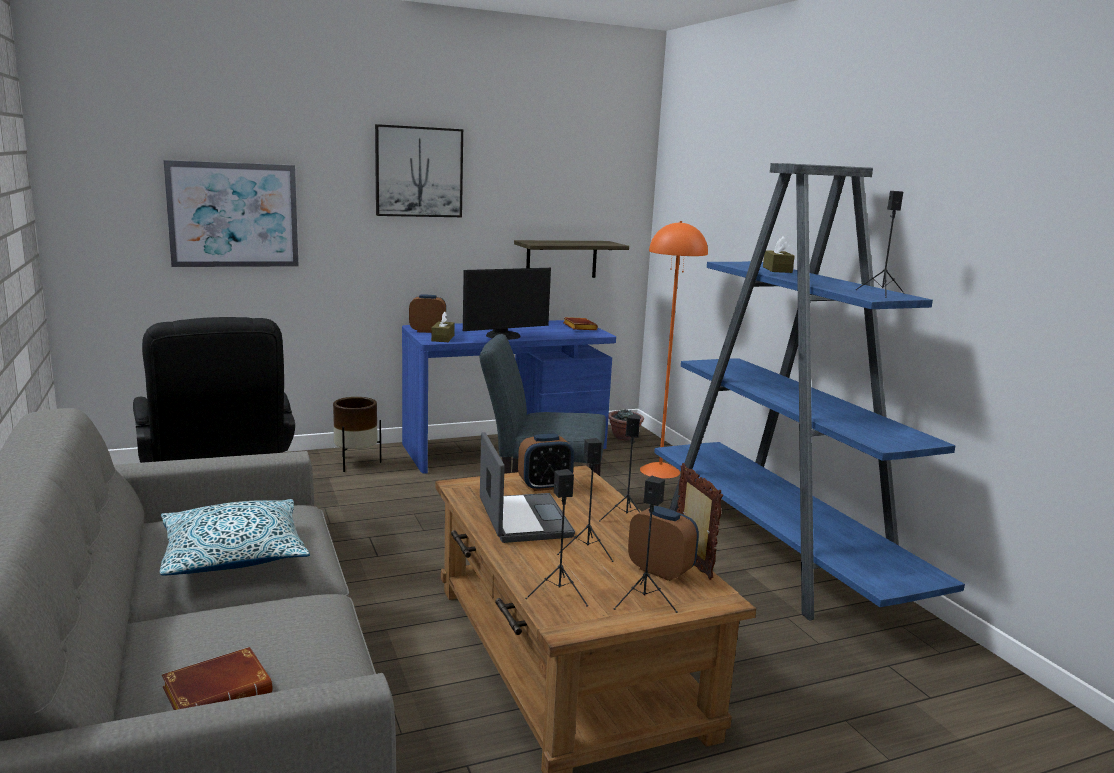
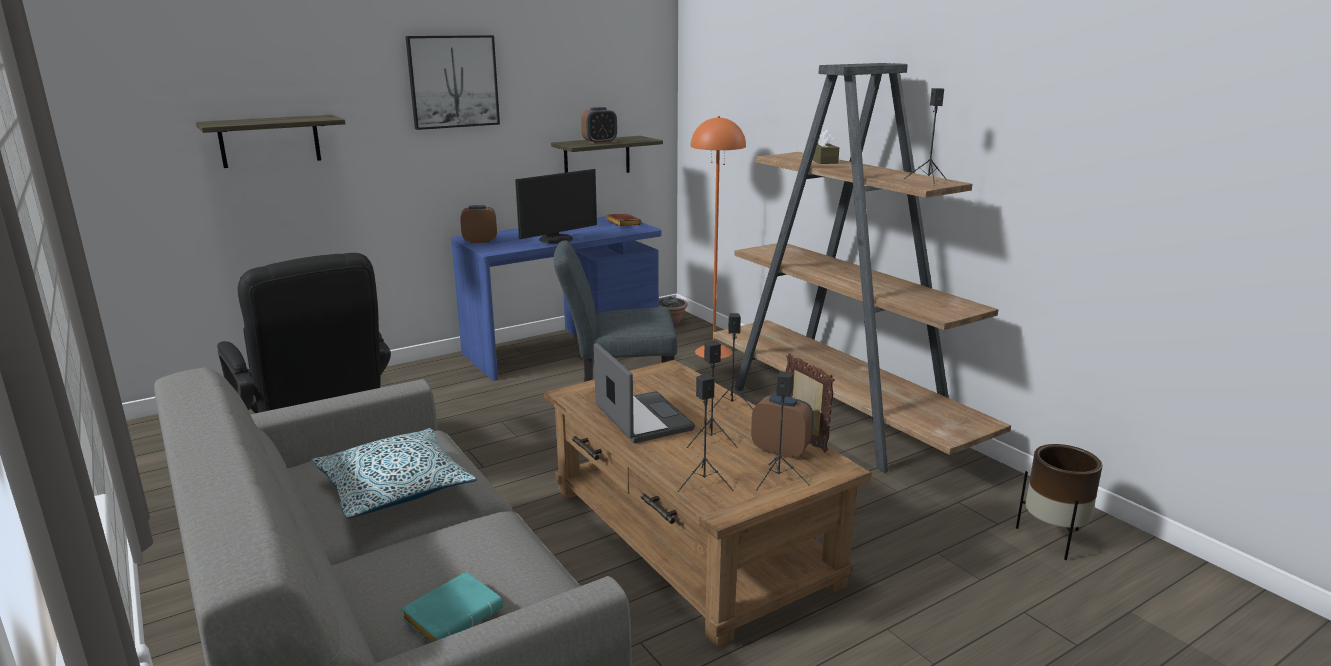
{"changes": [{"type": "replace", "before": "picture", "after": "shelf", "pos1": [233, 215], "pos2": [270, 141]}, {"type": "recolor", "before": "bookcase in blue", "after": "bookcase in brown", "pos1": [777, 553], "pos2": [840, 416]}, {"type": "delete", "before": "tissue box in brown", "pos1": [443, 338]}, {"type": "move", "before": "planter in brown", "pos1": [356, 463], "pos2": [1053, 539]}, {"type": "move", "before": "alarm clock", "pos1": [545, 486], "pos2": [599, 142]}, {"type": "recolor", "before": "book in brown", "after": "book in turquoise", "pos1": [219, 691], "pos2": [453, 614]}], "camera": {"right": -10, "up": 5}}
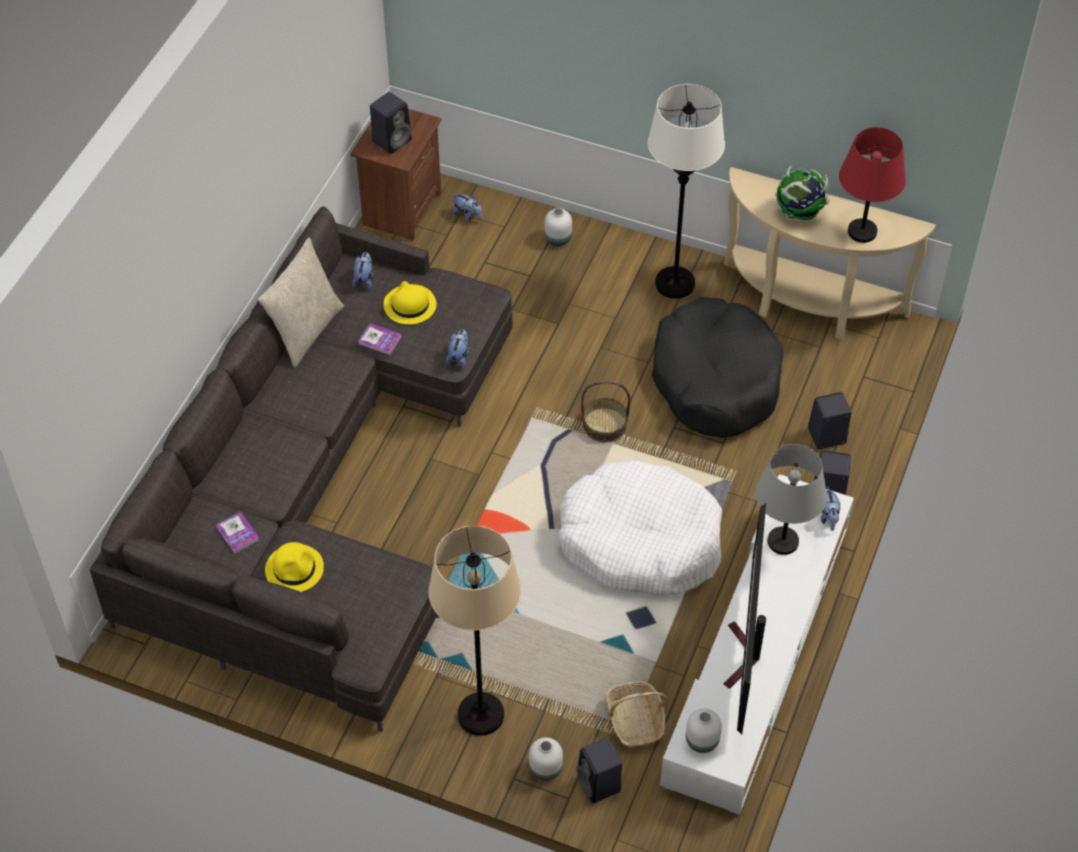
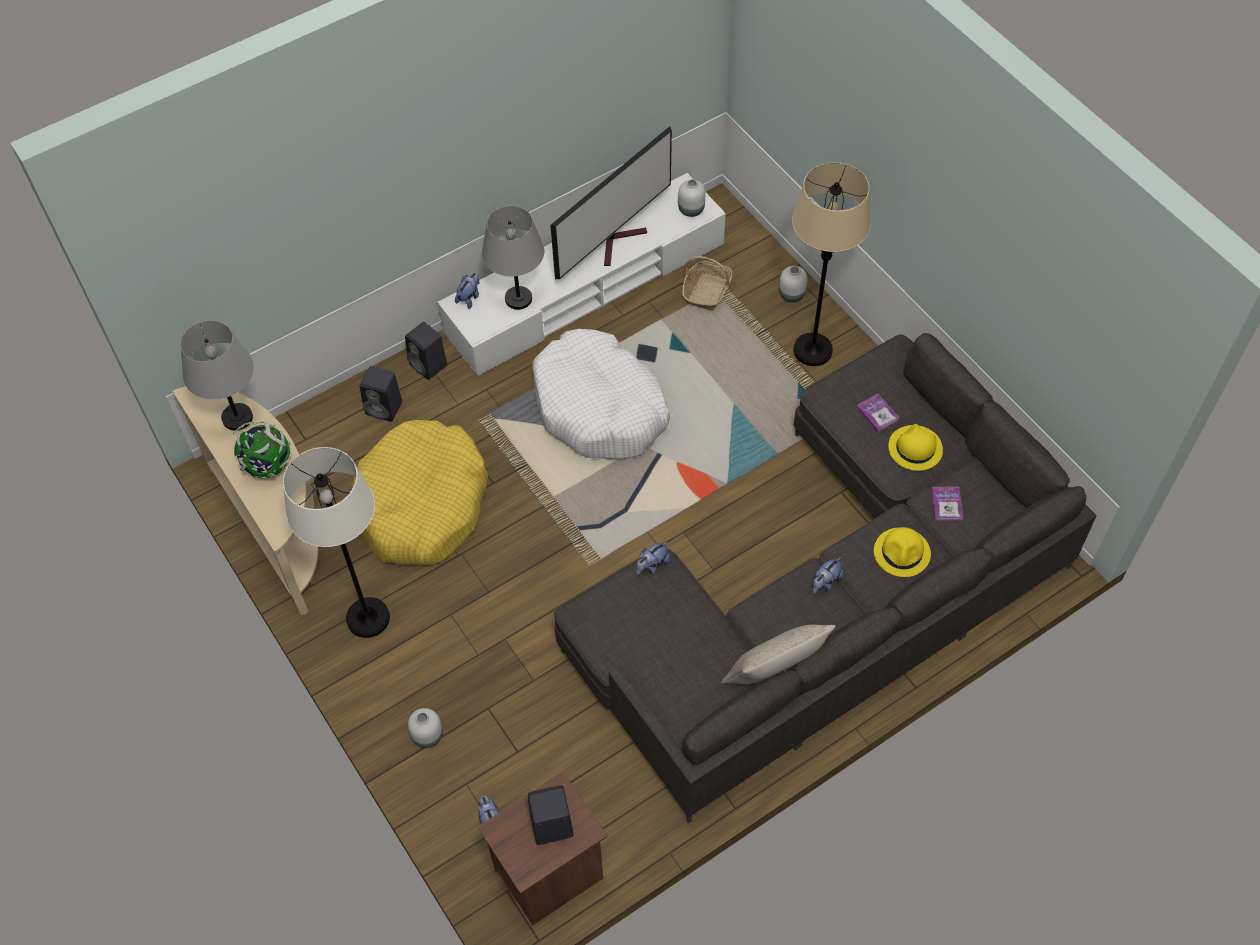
{"changes": [{"type": "recolor", "before": "table lamp in red", "after": "table lamp in grey", "pos1": [861, 232], "pos2": [237, 418]}, {"type": "move", "before": "plush toy", "pos1": [364, 279], "pos2": [825, 583]}, {"type": "move", "before": "hat in yellow", "pos1": [409, 305], "pos2": [902, 553]}, {"type": "recolor", "before": "dog bed in black", "after": "dog bed in yellow", "pos1": [716, 380], "pos2": [422, 504]}, {"type": "move", "before": "book", "pos1": [380, 340], "pos2": [877, 413]}, {"type": "delete", "before": "basket", "pos1": [604, 424]}, {"type": "delete", "before": "speaker in black", "pos1": [600, 785]}], "camera": {"right": -145, "up": 5}}
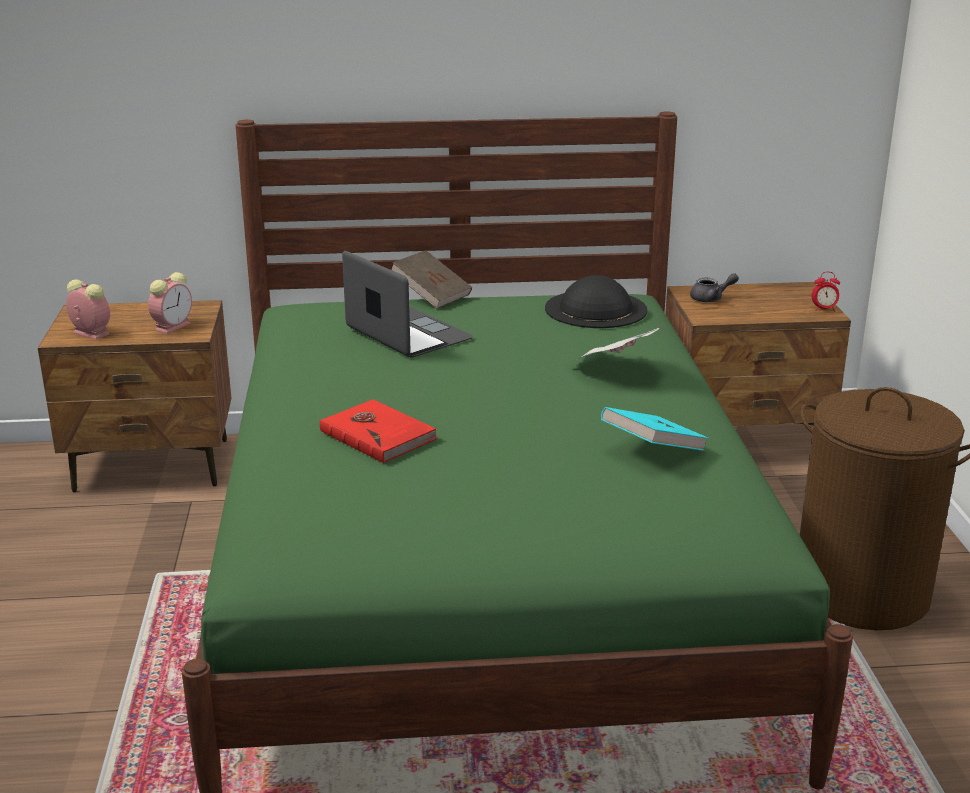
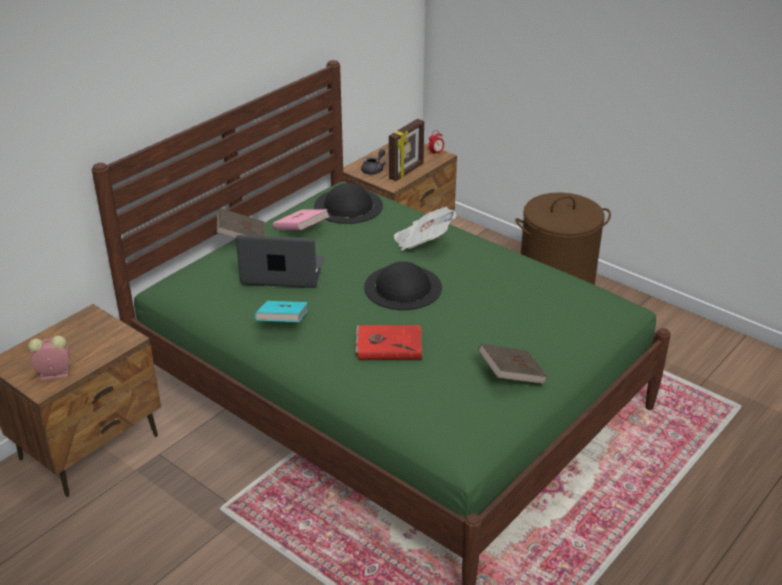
{"changes": [{"type": "delete", "before": "alarm clock", "pos1": [173, 326]}, {"type": "move", "before": "book in turquoise", "pos1": [652, 450], "pos2": [282, 323]}, {"type": "insert", "after": "picture frame", "pos2": [407, 171]}, {"type": "insert", "after": "book in pink", "pos2": [301, 231]}, {"type": "insert", "after": "hat in black", "pos2": [403, 287]}, {"type": "insert", "after": "book in brown", "pos2": [511, 375]}], "camera": {"right": -45, "up": 10}}
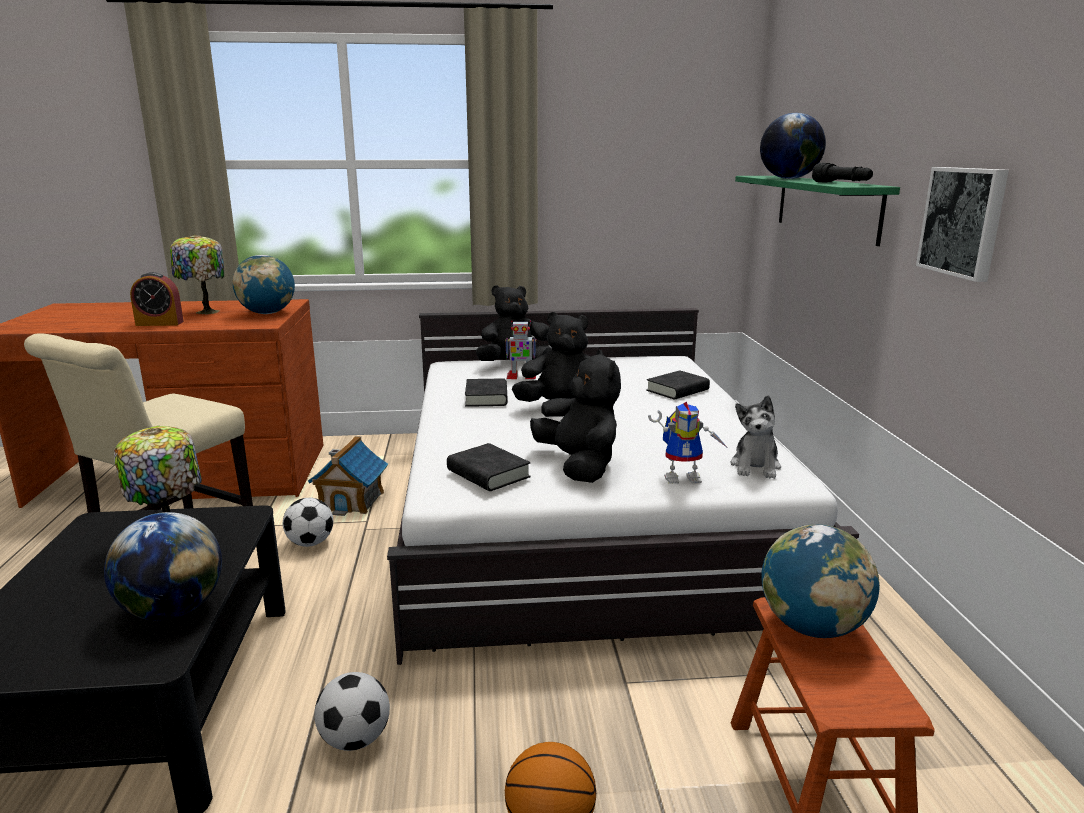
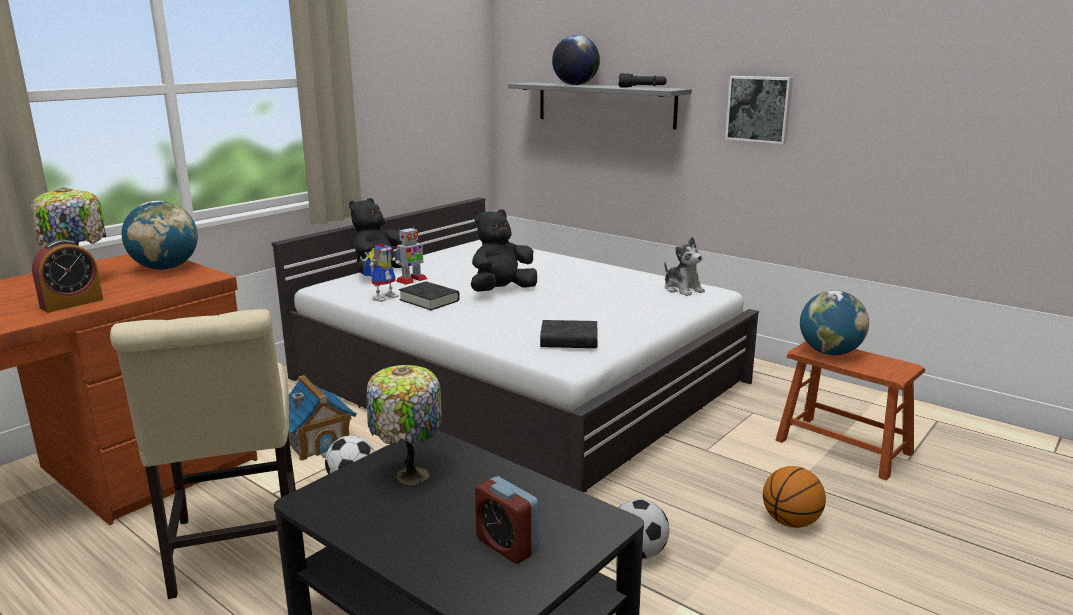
{"changes": [{"type": "recolor", "before": "shelf in green", "after": "shelf in grey", "pos1": [826, 206], "pos2": [605, 104]}, {"type": "delete", "before": "plush toy in black", "pos1": [579, 466]}, {"type": "delete", "before": "book in black", "pos1": [677, 390]}, {"type": "move", "before": "toy robot", "pos1": [684, 477], "pos2": [385, 297]}, {"type": "delete", "before": "globe", "pos1": [173, 611]}, {"type": "insert", "after": "alarm clock", "pos2": [507, 546]}], "camera": {"right": -45, "up": 0}}
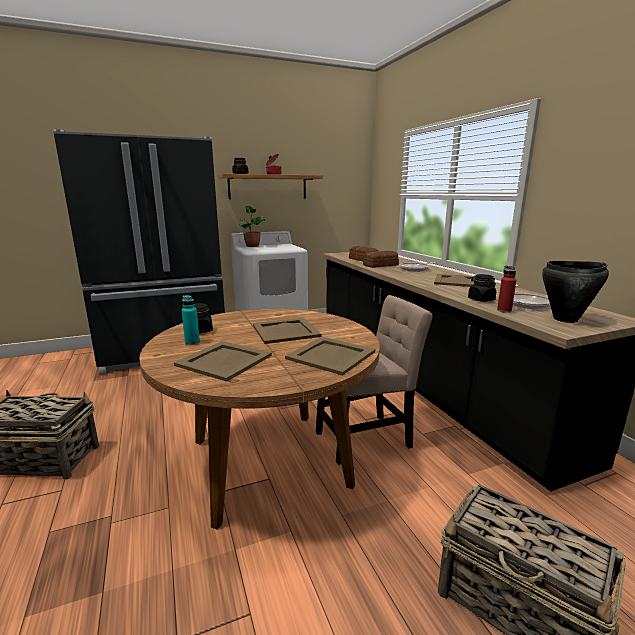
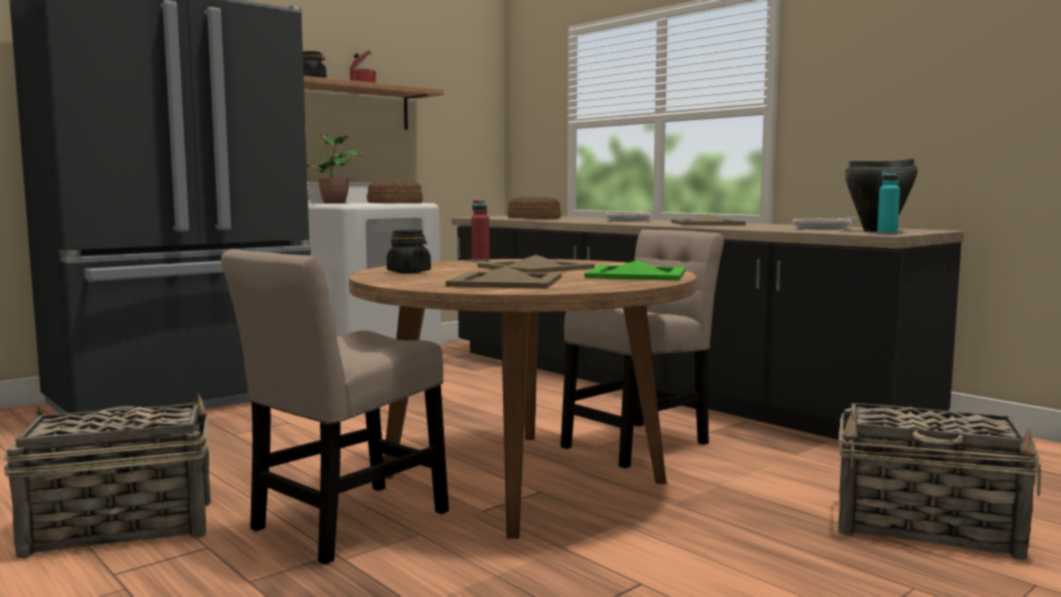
{"changes": [{"type": "move", "before": "bread", "pos1": [381, 265], "pos2": [396, 203]}, {"type": "move", "before": "bottle in red", "pos1": [504, 310], "pos2": [480, 260]}, {"type": "delete", "before": "jar in black", "pos1": [481, 299]}, {"type": "move", "before": "bottle in turquoise", "pos1": [192, 342], "pos2": [887, 234]}, {"type": "recolor", "before": "tray in beige", "after": "tray in green", "pos1": [331, 355], "pos2": [637, 274]}, {"type": "insert", "after": "chair in beige", "pos2": [344, 524]}], "camera": {"right": -20, "up": -10}}
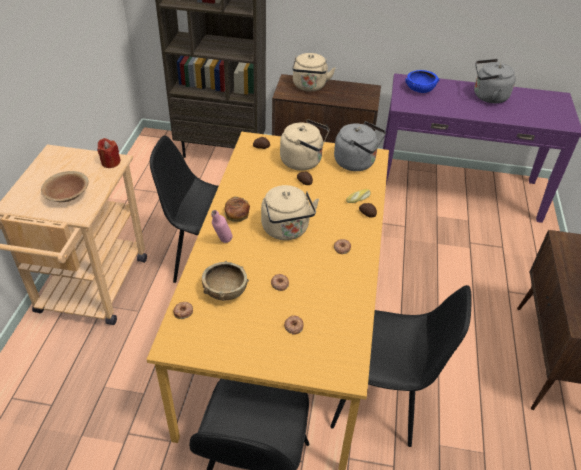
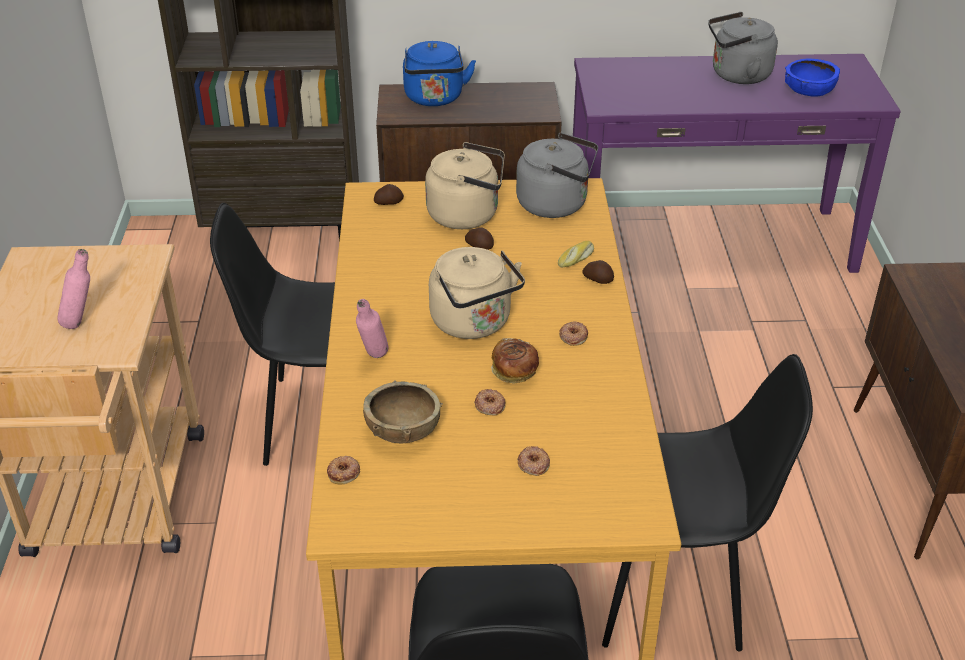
{"changes": [{"type": "recolor", "before": "kettle in beige", "after": "kettle in blue", "pos1": [309, 87], "pos2": [435, 99]}, {"type": "move", "before": "bowl in blue", "pos1": [420, 89], "pos2": [809, 91]}, {"type": "delete", "before": "candle in red", "pos1": [110, 162]}, {"type": "replace", "before": "bowl in brown", "after": "bottle in pink", "pos1": [67, 196], "pos2": [82, 323]}, {"type": "move", "before": "bread", "pos1": [237, 215], "pos2": [514, 372]}], "camera": {"right": -10, "up": -5}}
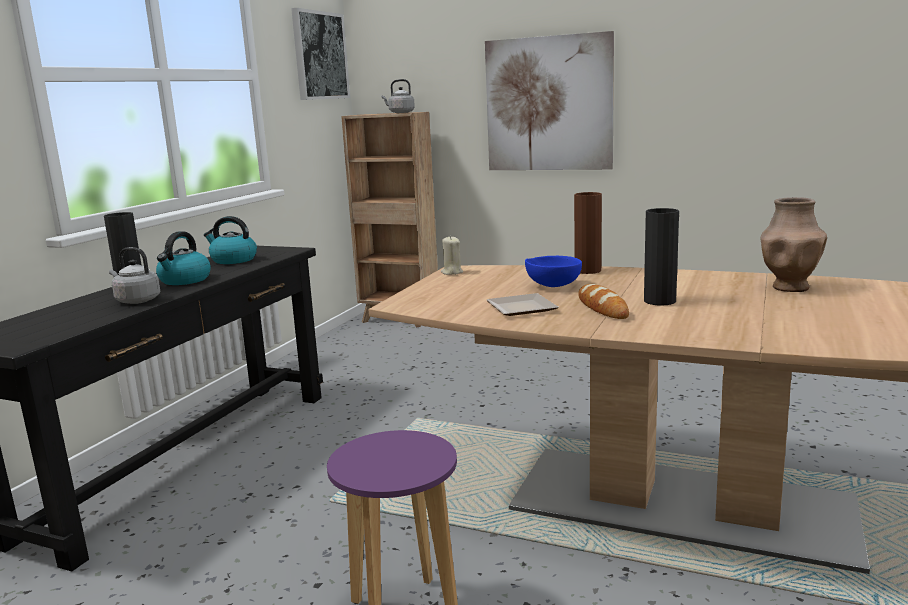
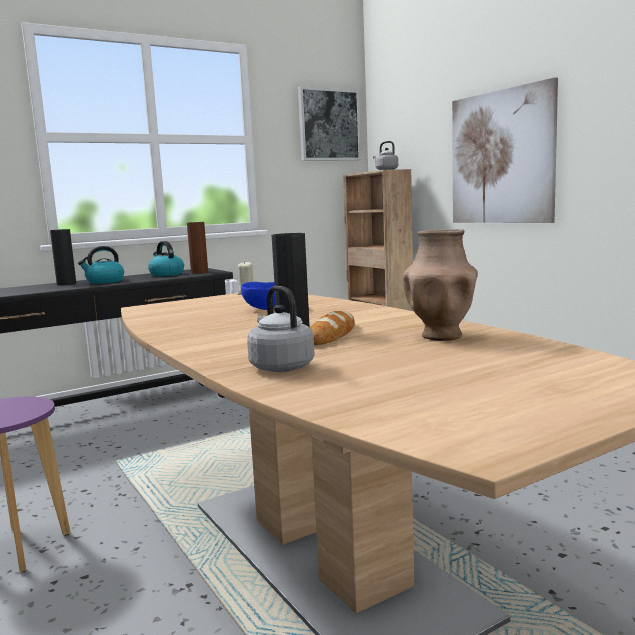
{"changes": [{"type": "move", "before": "vase in brown", "pos1": [587, 270], "pos2": [199, 272]}, {"type": "move", "before": "kettle in grey", "pos1": [136, 300], "pos2": [280, 367]}, {"type": "move", "before": "bread", "pos1": [602, 307], "pos2": [332, 334]}, {"type": "delete", "before": "plate", "pos1": [523, 307]}], "camera": {"right": 35, "up": -5}}
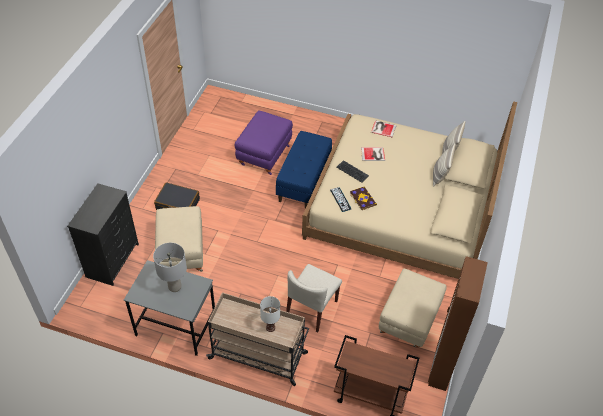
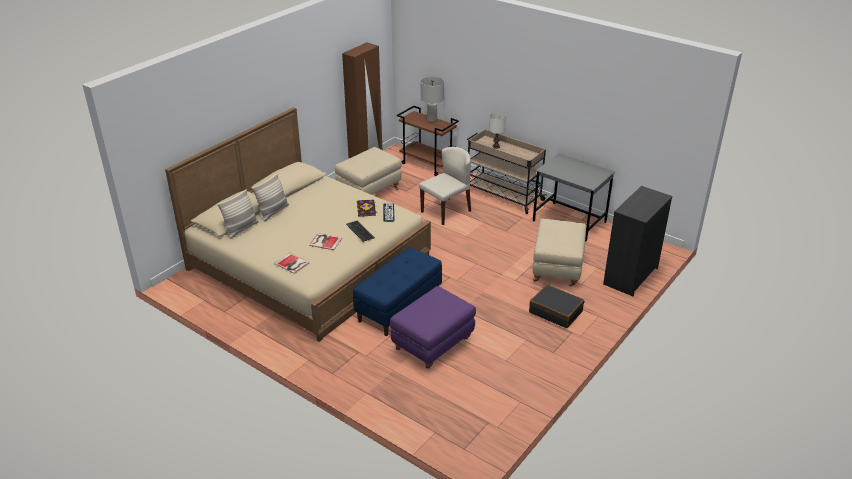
{"changes": [{"type": "move", "before": "table lamp in grey", "pos1": [174, 287], "pos2": [432, 120]}], "camera": {"right": -160, "up": -15}}
